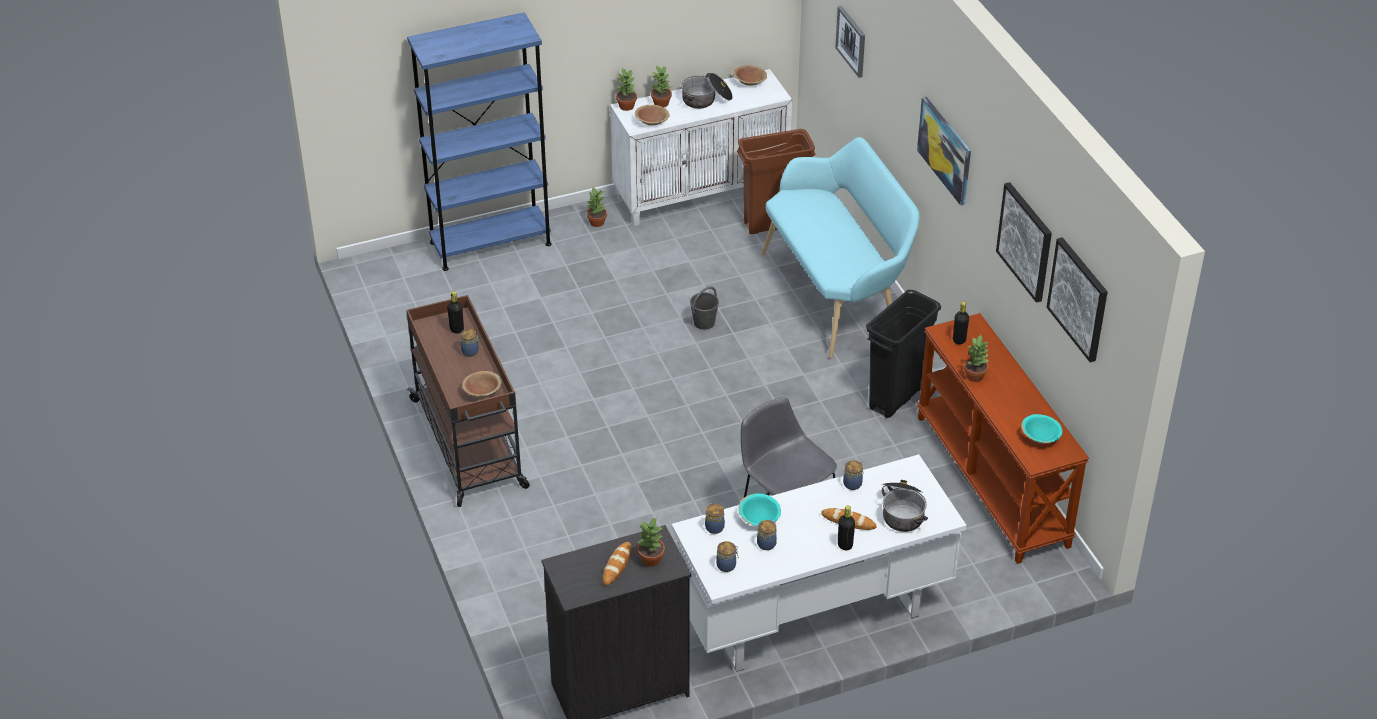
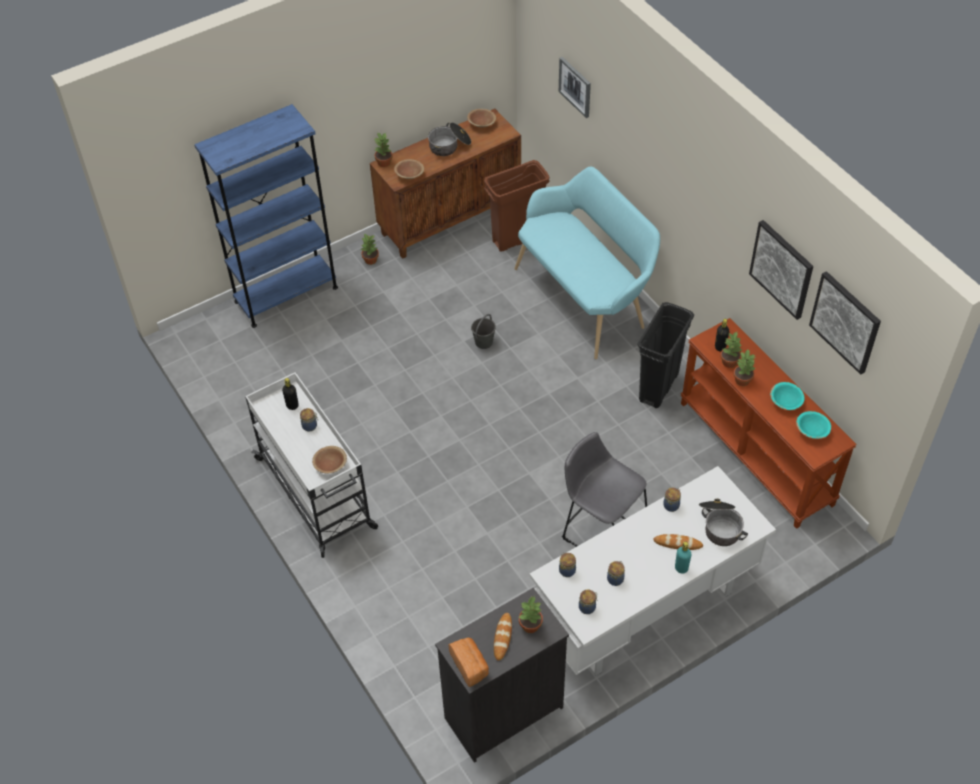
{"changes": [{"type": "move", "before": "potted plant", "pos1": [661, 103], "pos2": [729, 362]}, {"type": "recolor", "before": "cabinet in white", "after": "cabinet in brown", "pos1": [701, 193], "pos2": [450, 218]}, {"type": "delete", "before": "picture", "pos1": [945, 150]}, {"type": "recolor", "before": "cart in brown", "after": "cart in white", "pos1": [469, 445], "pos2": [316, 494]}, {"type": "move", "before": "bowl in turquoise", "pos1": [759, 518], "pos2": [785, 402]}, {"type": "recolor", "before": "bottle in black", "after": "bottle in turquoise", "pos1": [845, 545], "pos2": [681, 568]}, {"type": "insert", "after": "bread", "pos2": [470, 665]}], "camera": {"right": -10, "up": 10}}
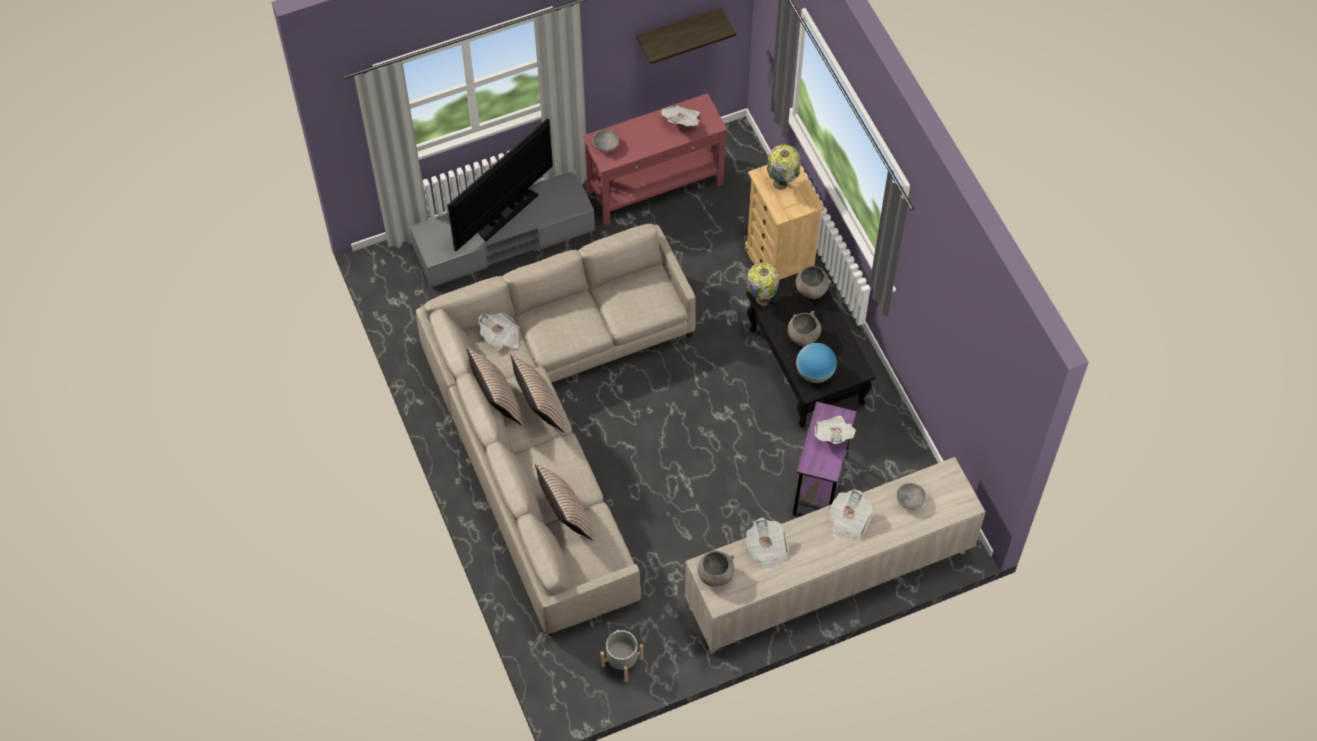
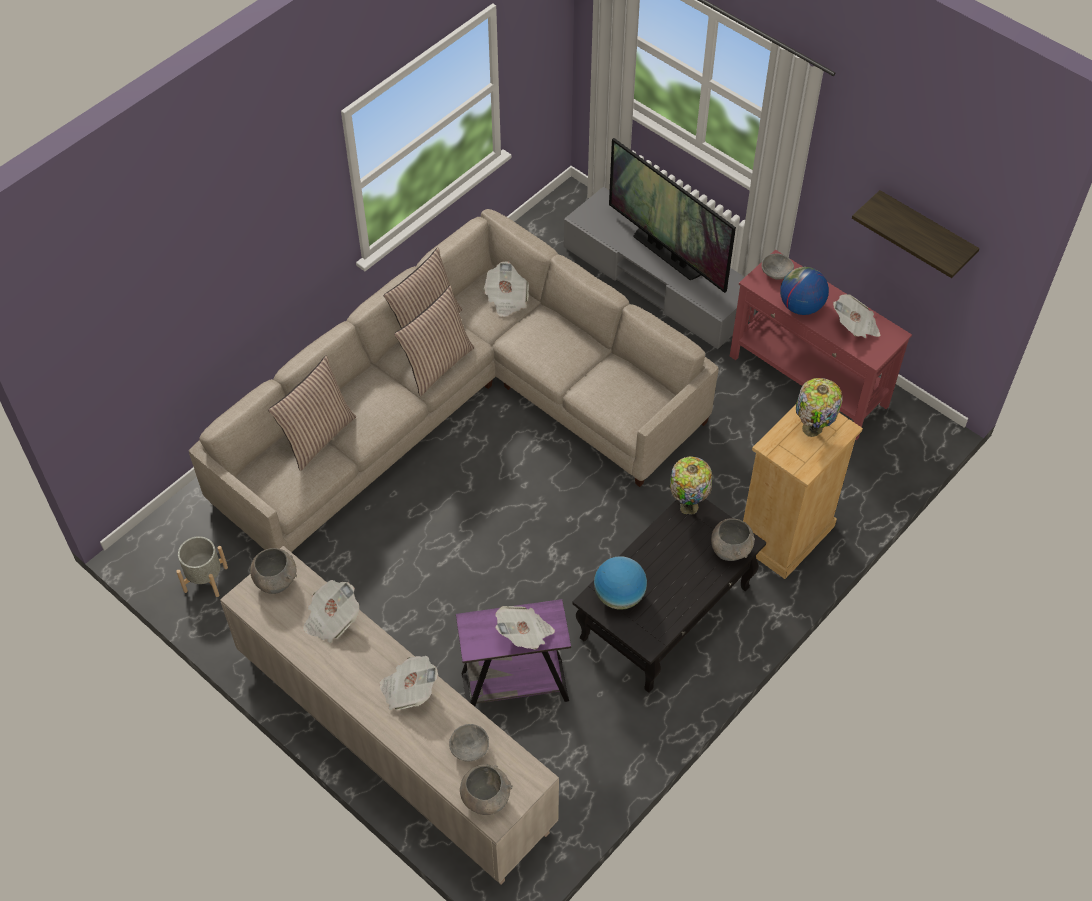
{"changes": [{"type": "rotate", "before": "television", "pos1": [506, 214], "pos2": [667, 254], "turn": -150}, {"type": "move", "before": "bowl in grey", "pos1": [803, 337], "pos2": [485, 798]}, {"type": "insert", "after": "globe", "pos2": [801, 306]}], "camera": {"right": 65, "up": -5}}
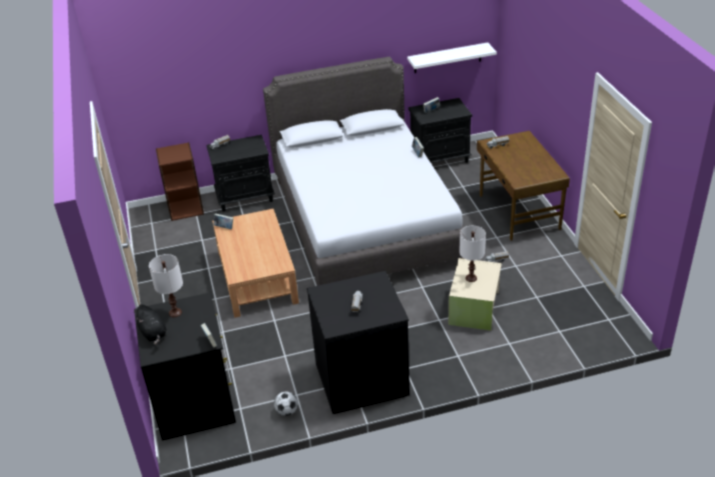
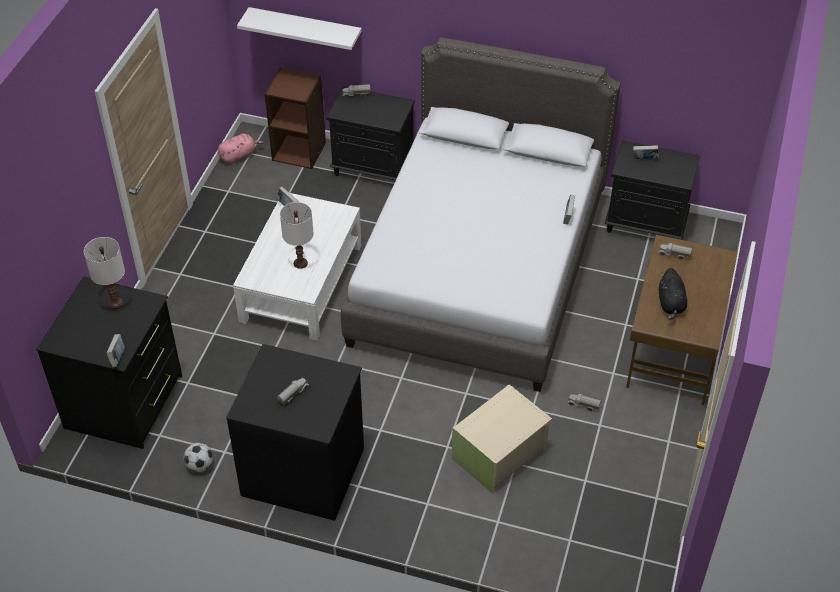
{"changes": [{"type": "move", "before": "shelf in white", "pos1": [447, 58], "pos2": [305, 28]}, {"type": "recolor", "before": "coffee table in brown", "after": "coffee table in white", "pos1": [257, 277], "pos2": [301, 283]}, {"type": "move", "before": "table lamp in white", "pos1": [471, 278], "pos2": [300, 263]}, {"type": "move", "before": "plush toy in black", "pos1": [153, 333], "pos2": [671, 304]}, {"type": "insert", "after": "plush toy in pink", "pos2": [239, 156]}], "camera": {"right": 30, "up": 10}}
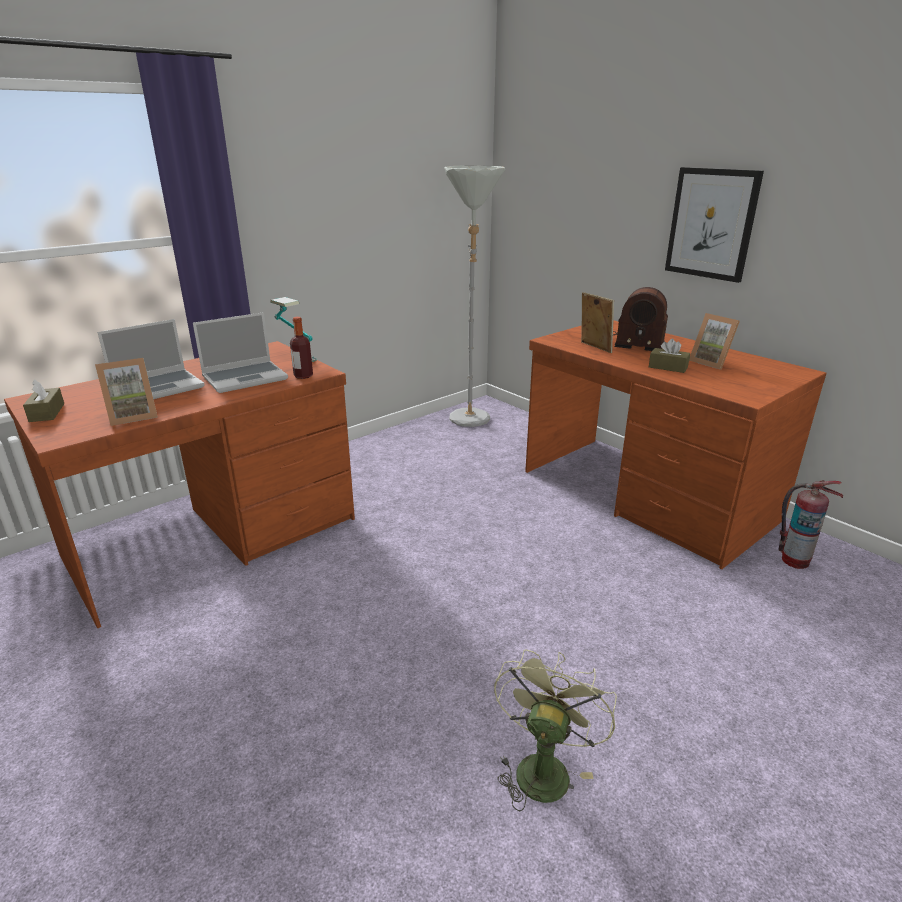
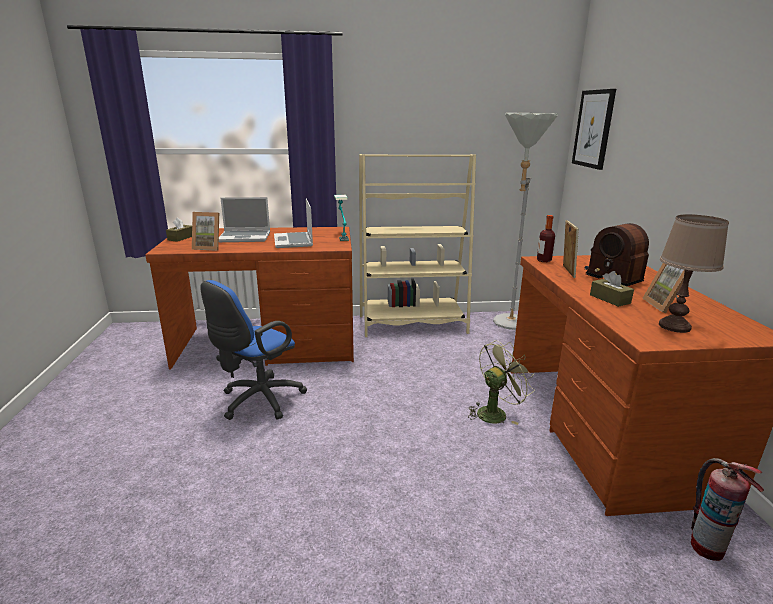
{"changes": [{"type": "move", "before": "picture", "pos1": [711, 224], "pos2": [593, 129]}, {"type": "rotate", "before": "laptop", "pos1": [246, 378], "pos2": [294, 241], "turn": 75}, {"type": "move", "before": "bottle", "pos1": [303, 376], "pos2": [544, 260]}, {"type": "move", "before": "fan in green", "pos1": [543, 766], "pos2": [495, 412]}, {"type": "insert", "after": "bookcase in beige", "pos2": [412, 325]}, {"type": "insert", "after": "table lamp in brown", "pos2": [675, 326]}, {"type": "insert", "after": "office chair in blue", "pos2": [258, 401]}], "camera": {"right": 35, "up": -5}}
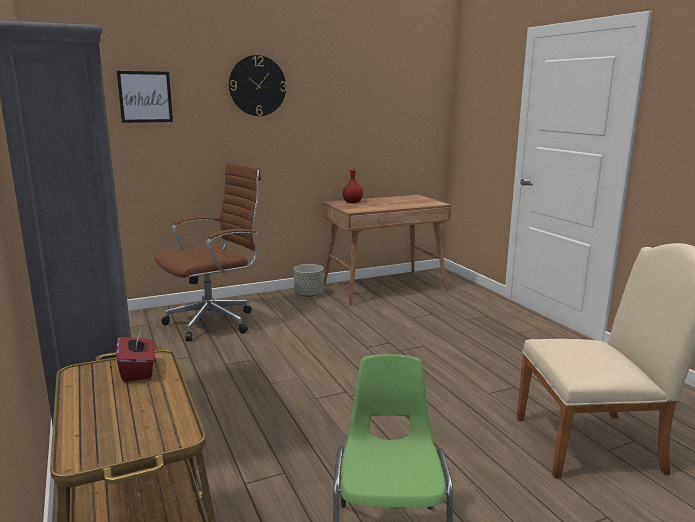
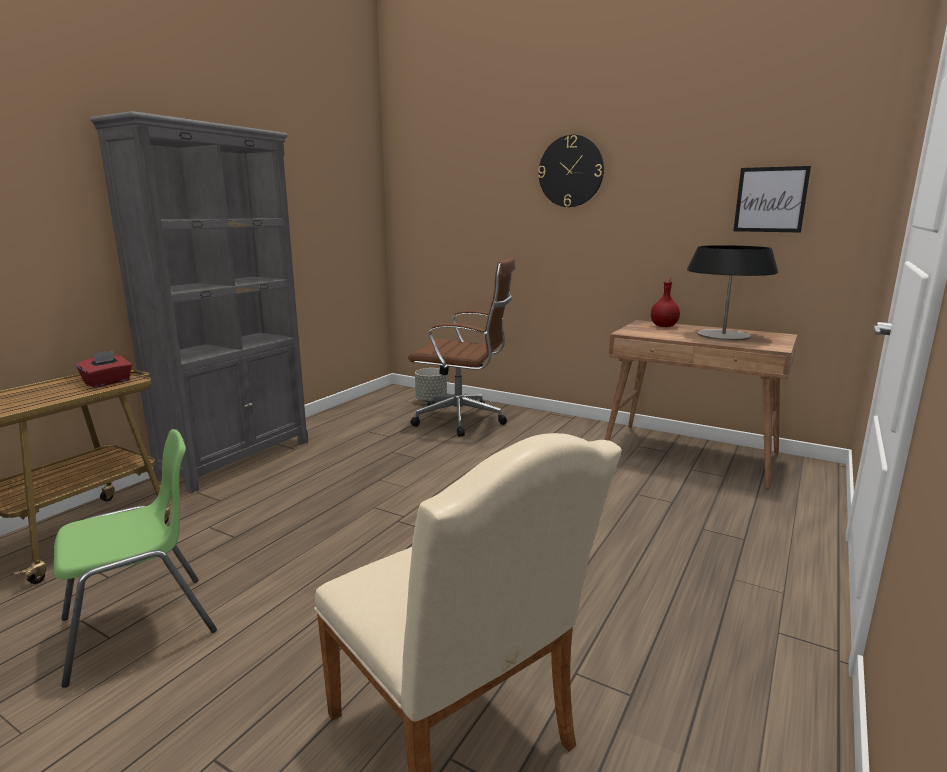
{"changes": [{"type": "move", "before": "picture", "pos1": [145, 97], "pos2": [770, 199]}, {"type": "move", "before": "planter in grey", "pos1": [309, 294], "pos2": [431, 400]}, {"type": "insert", "after": "table lamp", "pos2": [723, 335]}], "camera": {"right": 55, "up": 0}}
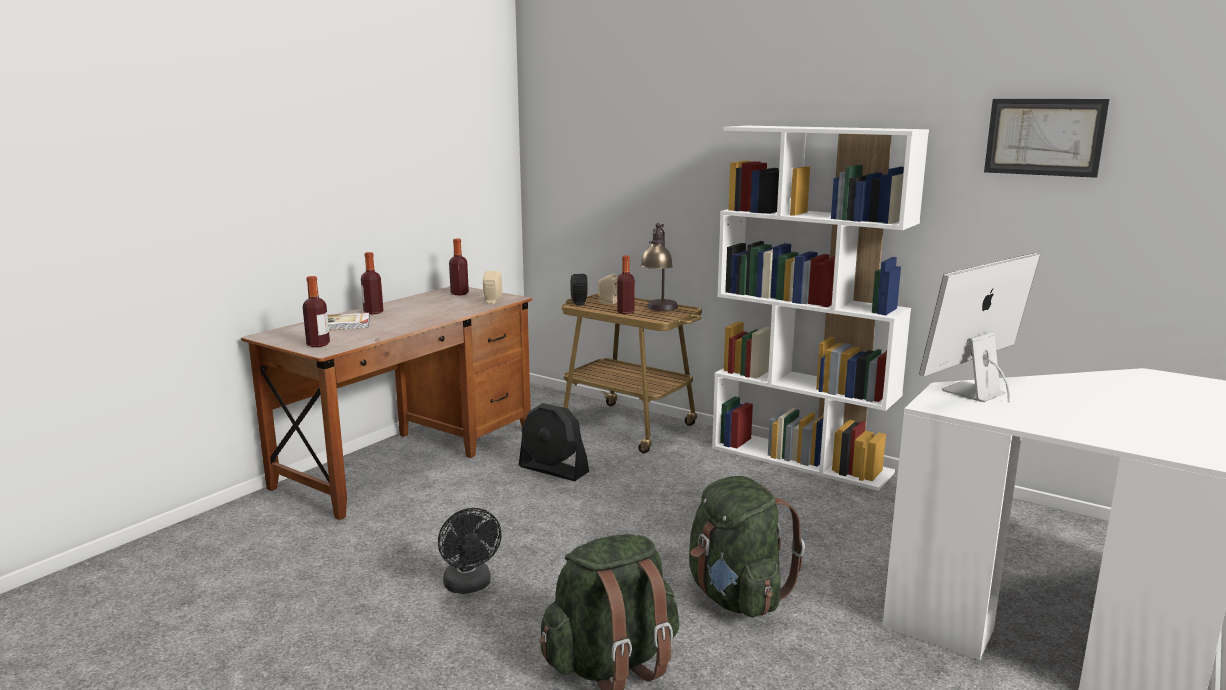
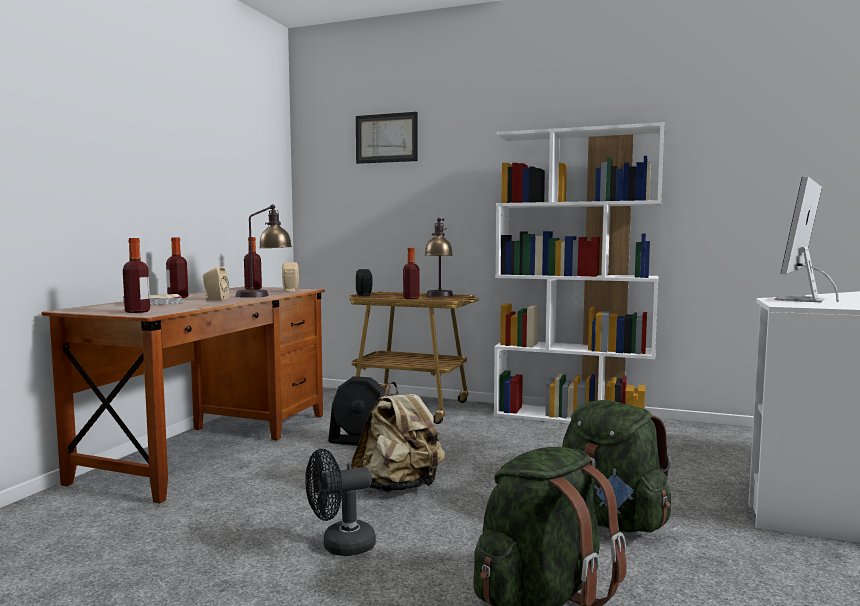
{"changes": [{"type": "move", "before": "picture", "pos1": [1044, 137], "pos2": [386, 138]}, {"type": "move", "before": "speaker in beige", "pos1": [607, 302], "pos2": [215, 299]}, {"type": "rotate", "before": "fan in black", "pos1": [469, 586], "pos2": [340, 546], "turn": 105}, {"type": "insert", "after": "table lamp", "pos2": [264, 295]}, {"type": "insert", "after": "backpack in beige", "pos2": [399, 488]}], "camera": {"right": -15, "up": -10}}
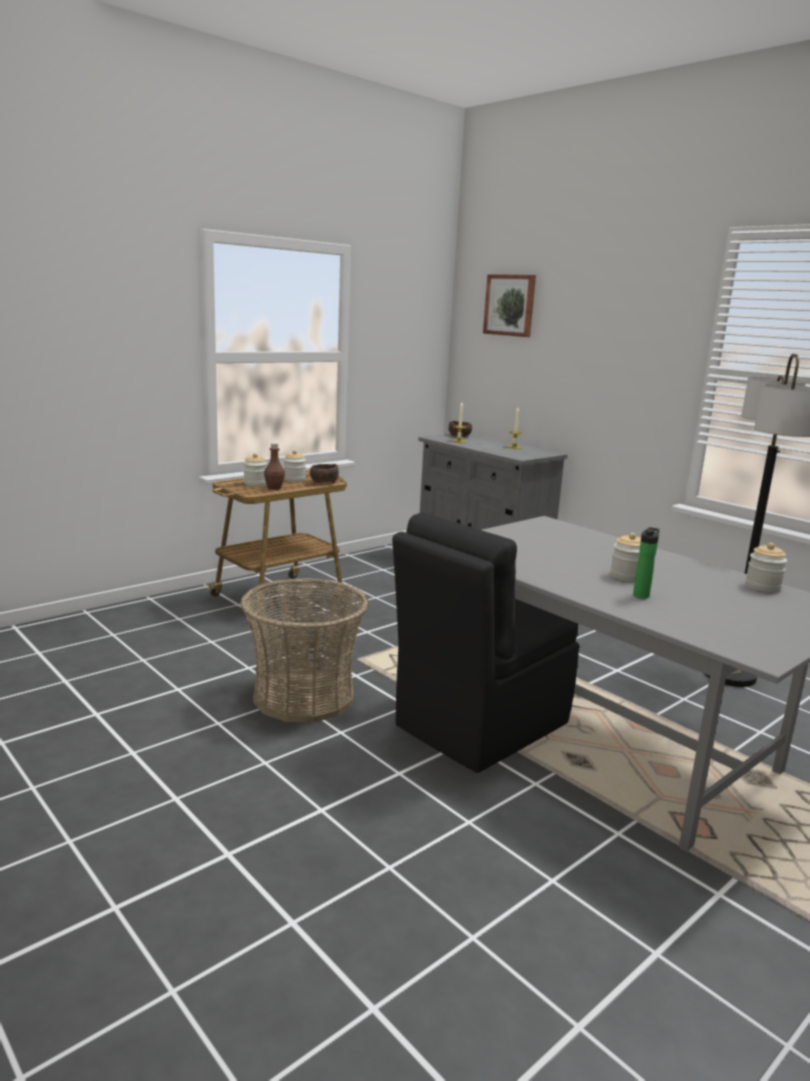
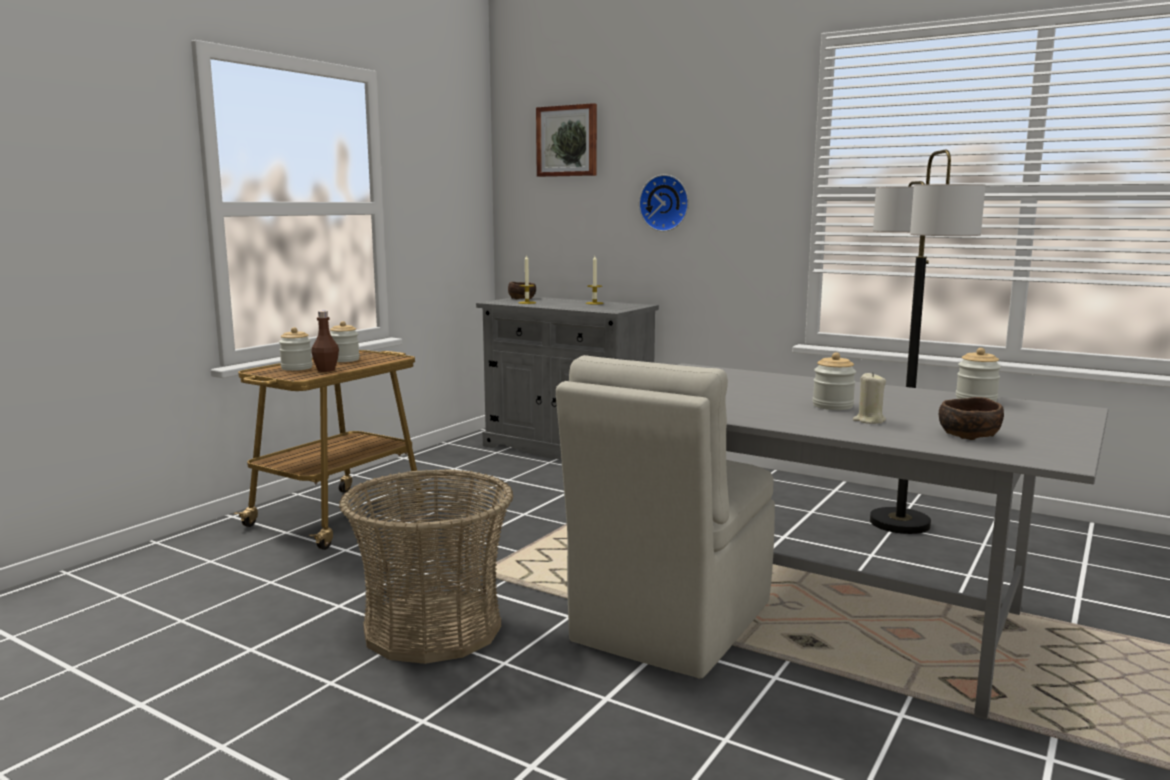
{"changes": [{"type": "move", "before": "bowl in brown", "pos1": [323, 481], "pos2": [968, 436]}, {"type": "recolor", "before": "chair in black", "after": "chair in beige", "pos1": [478, 726], "pos2": [669, 624]}, {"type": "replace", "before": "bottle", "after": "candle in beige", "pos1": [641, 595], "pos2": [869, 420]}, {"type": "insert", "after": "wall clock", "pos2": [665, 203]}], "camera": {"right": -15, "up": -5}}
